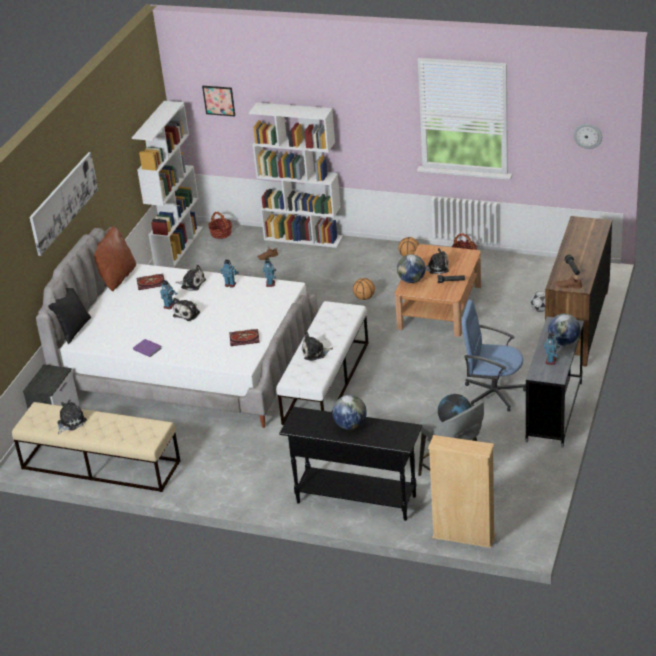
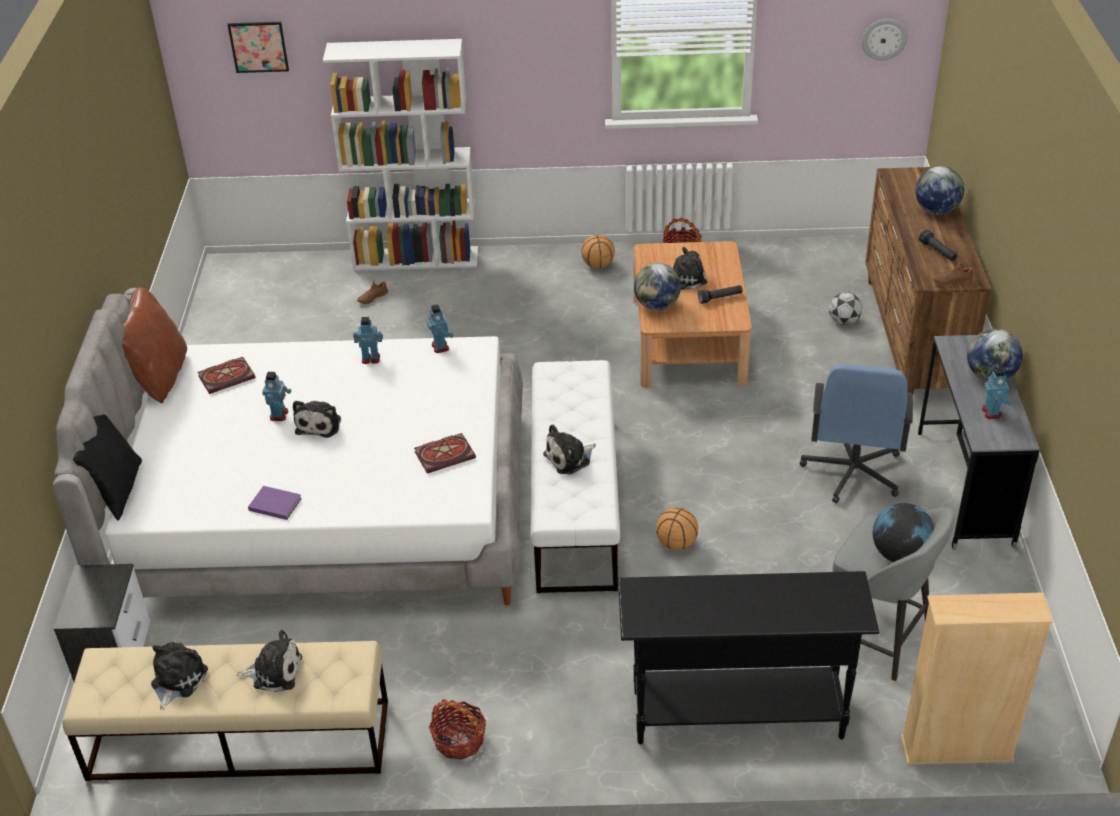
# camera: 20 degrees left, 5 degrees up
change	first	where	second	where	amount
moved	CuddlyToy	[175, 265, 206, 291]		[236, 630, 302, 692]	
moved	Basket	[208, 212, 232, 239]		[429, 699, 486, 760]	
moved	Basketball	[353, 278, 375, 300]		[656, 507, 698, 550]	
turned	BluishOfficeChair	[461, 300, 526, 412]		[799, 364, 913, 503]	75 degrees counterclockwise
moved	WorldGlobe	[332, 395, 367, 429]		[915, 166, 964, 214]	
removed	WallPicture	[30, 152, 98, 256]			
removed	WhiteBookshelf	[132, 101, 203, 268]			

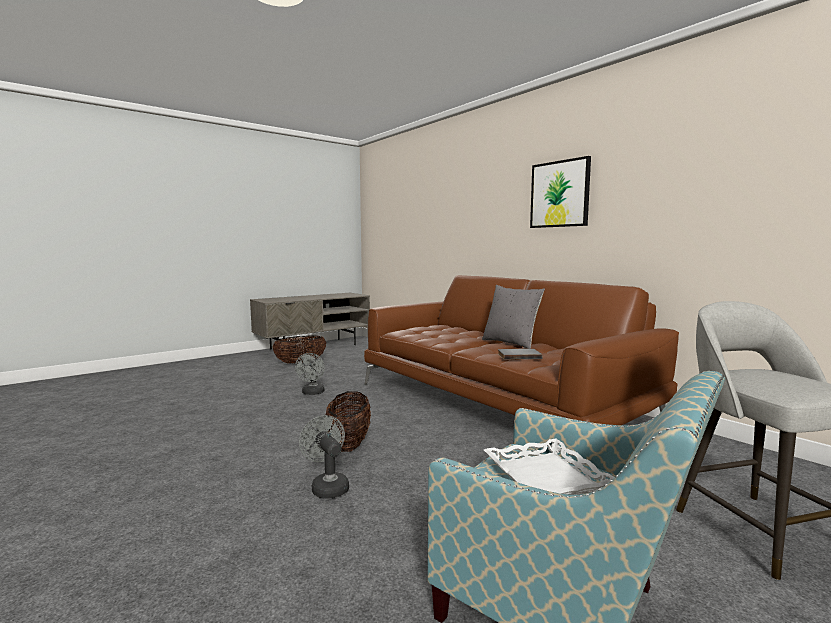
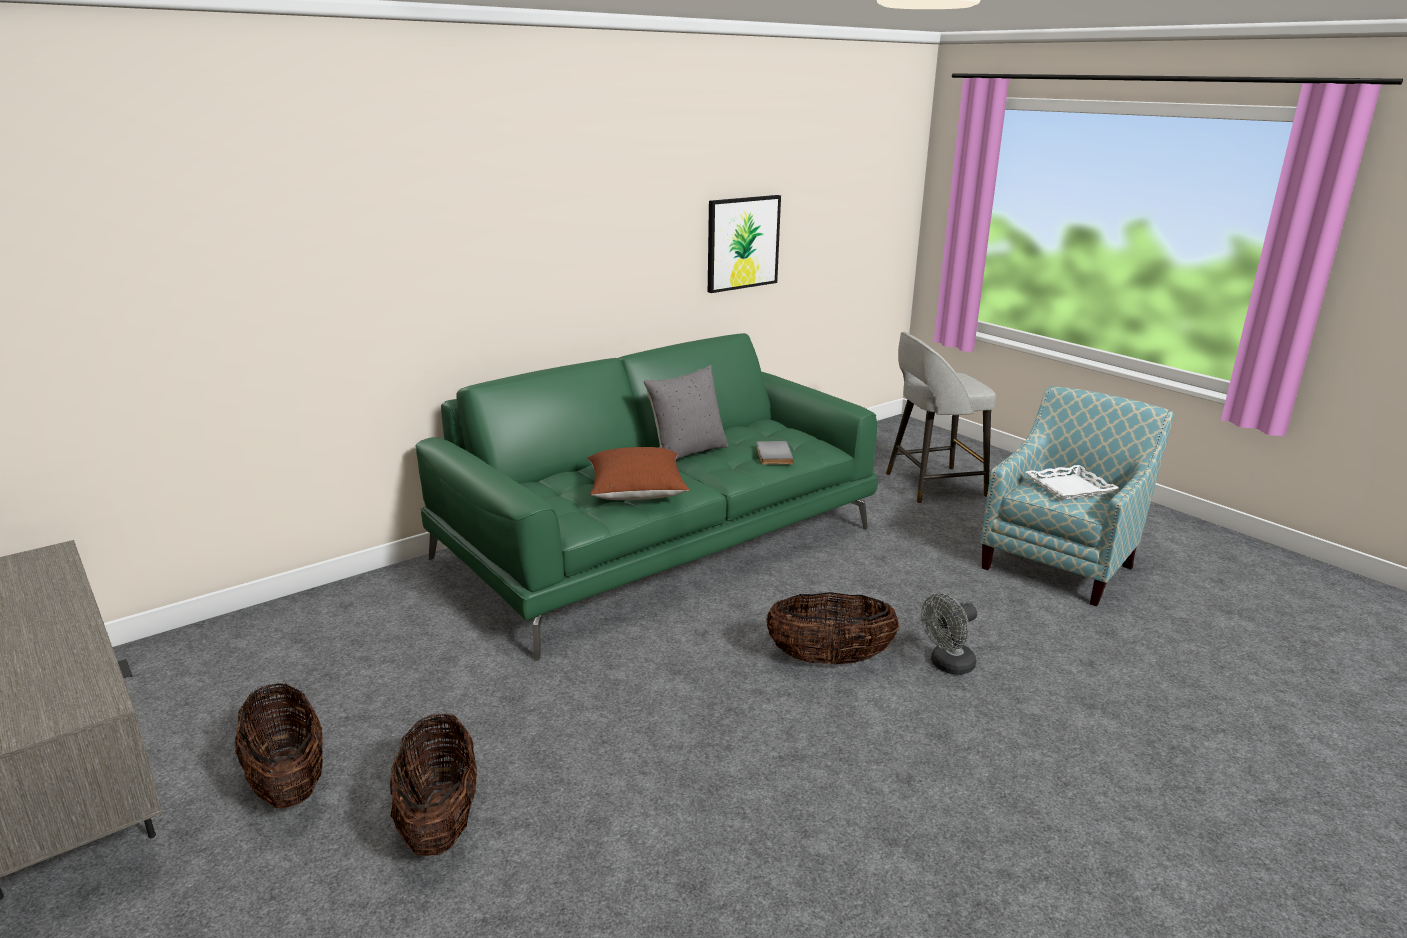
# camera: 90 degrees left, 15 degrees up
change	first	where	second	where	amount
added			Basket	[390, 714, 477, 856]	
recoloured	BrownColouredSettee	[364, 275, 679, 425]	GreenishSettee	[416, 333, 878, 661]	
added			BrownColouredThrowPillow	[588, 447, 689, 500]	
moved	WallPicture	[530, 156, 591, 228]		[708, 195, 781, 293]	
removed	GreyElectricFan	[295, 353, 325, 395]			

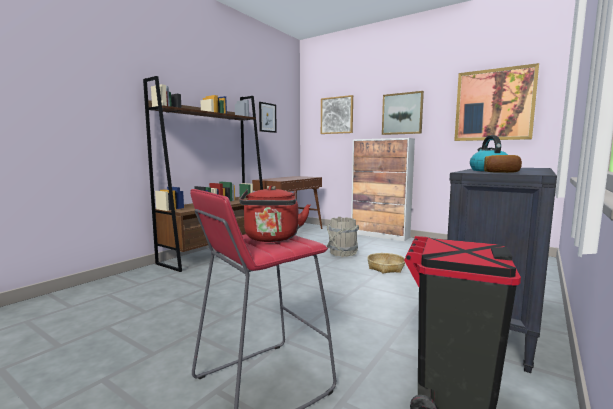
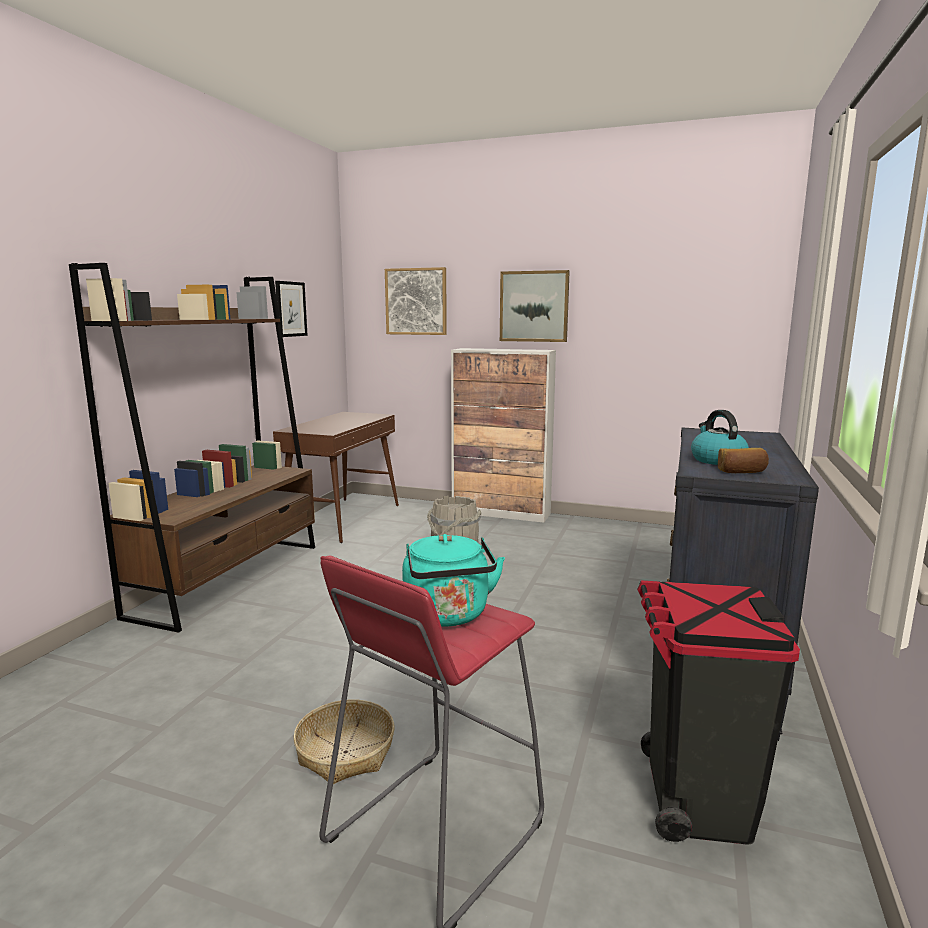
# camera: 15 degrees left, 5 degrees up
change	first	where	second	where	amount
moved	Basket	[367, 253, 405, 274]		[293, 699, 395, 784]	
recoloured	RedColouredWaterKettle	[239, 186, 311, 242]	TurquoiseWaterKettle	[402, 534, 505, 627]	
removed	WallPicture	[454, 63, 539, 141]			

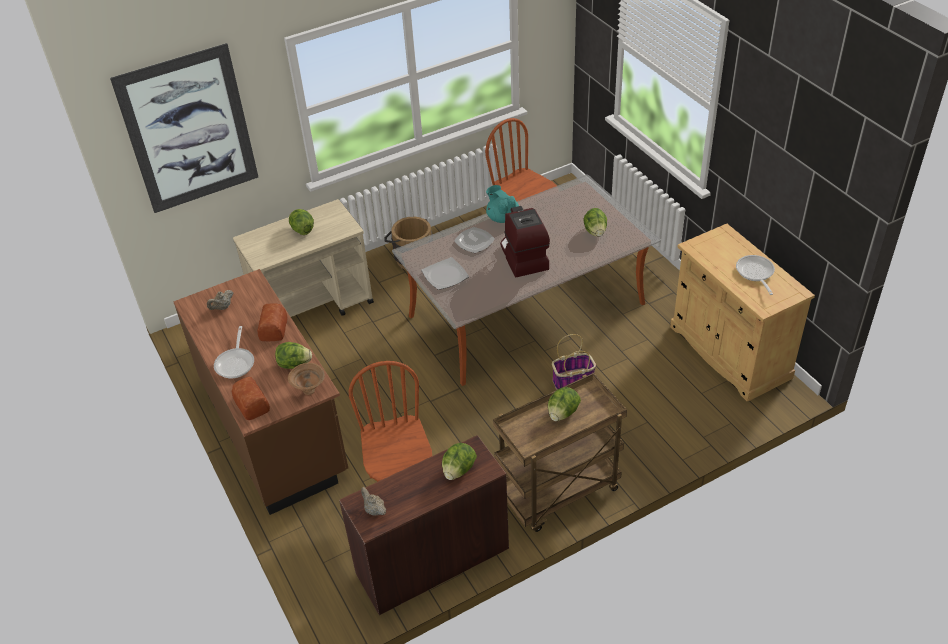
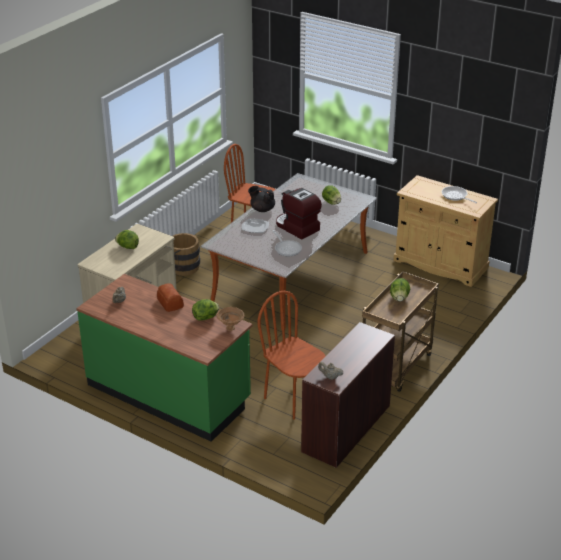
# camera: 30 degrees left, 10 degrees down
change	first	where	second	where	amount
recoloured	BrownColouredKitchenCounter	[174, 269, 348, 515]	GreenishKitchenCounter	[76, 274, 253, 442]	
recoloured	TurquoiseTeapot	[486, 185, 519, 223]	BlackishTeapot	[248, 186, 275, 212]	
moved	Skillet	[214, 326, 254, 379]		[273, 230, 302, 256]	
removed	WallPicture	[110, 43, 258, 213]			
removed	BakedBread	[232, 377, 270, 420]			
removed	Plate	[421, 257, 469, 290]			
removed	HeadOfLettuce	[442, 443, 477, 480]			
removed	Basket	[552, 334, 596, 389]			

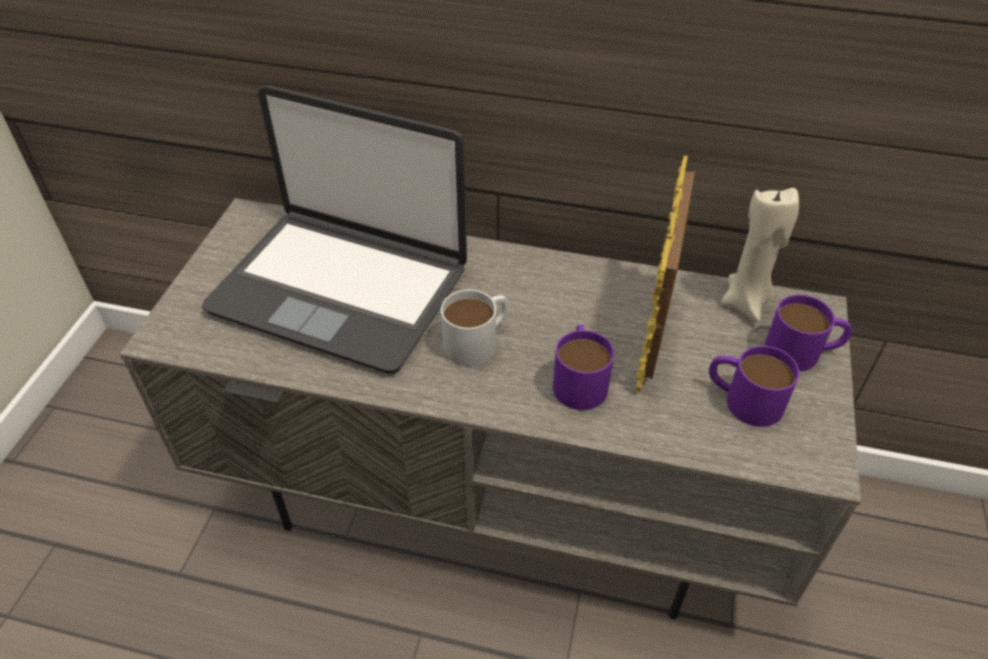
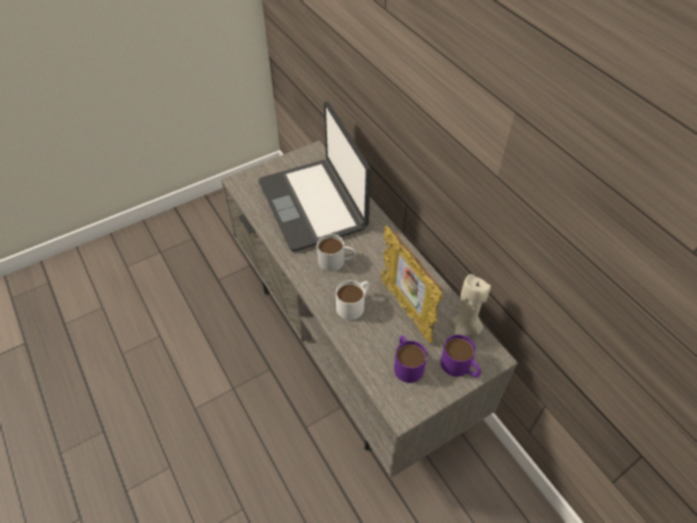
# camera: 45 degrees right, 5 degrees up
change	first	where	second	where	amount
recoloured	PurplishCoffeeMug	[553, 325, 614, 410]	WhiteCoffeeMug	[336, 280, 369, 320]	
turned	PhotoFrame	[636, 156, 695, 392]		[381, 226, 443, 344]	90 degrees counterclockwise

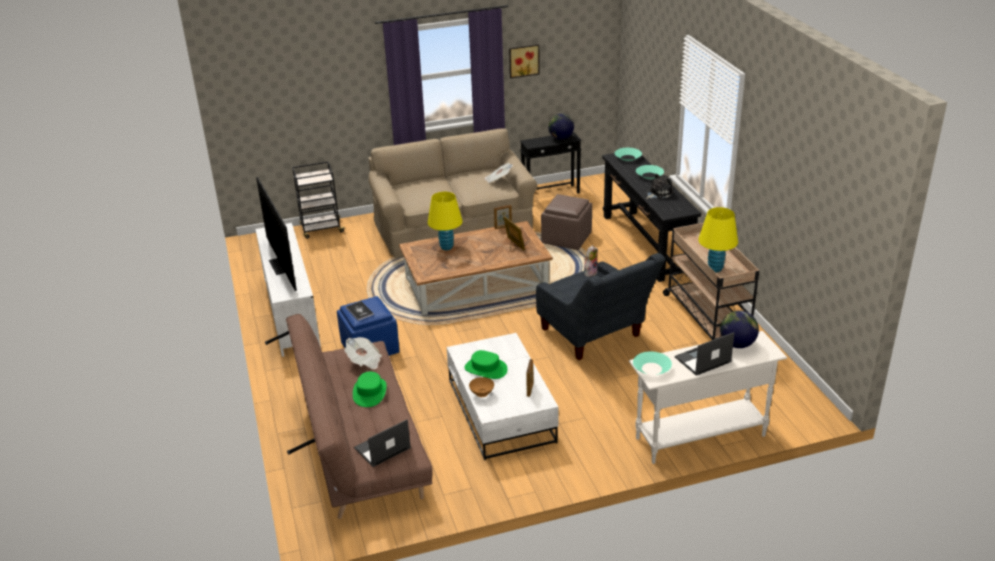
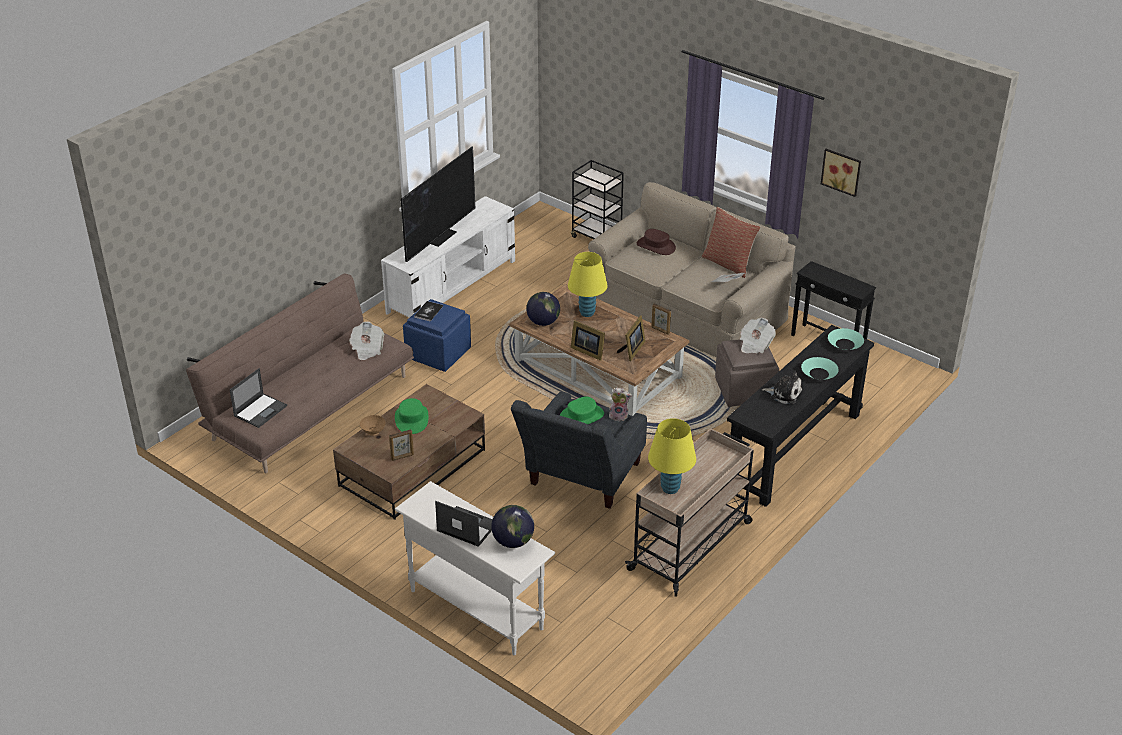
# camera: 55 degrees right, 5 degrees up
change	first	where	second	where	amount
turned	PortableComputer	[354, 419, 411, 467]		[230, 368, 287, 428]	105 degrees clockwise
recoloured	WhiteLoungeTable	[447, 333, 558, 460]	BrownColouredLoungeTable	[333, 384, 485, 520]	
moved	WorldGlobe	[548, 113, 574, 140]		[526, 292, 560, 326]	
moved	GreenishClothingHat	[353, 372, 387, 407]		[560, 396, 604, 424]	
added			PhotoFrame	[571, 320, 605, 361]	
added			BrownColouredClothingHat	[637, 229, 676, 255]	
added			ThrowPillow	[702, 207, 761, 278]	
added			PrintedPaper	[740, 318, 776, 354]	
removed	TurquoiseBowl	[633, 351, 672, 375]			

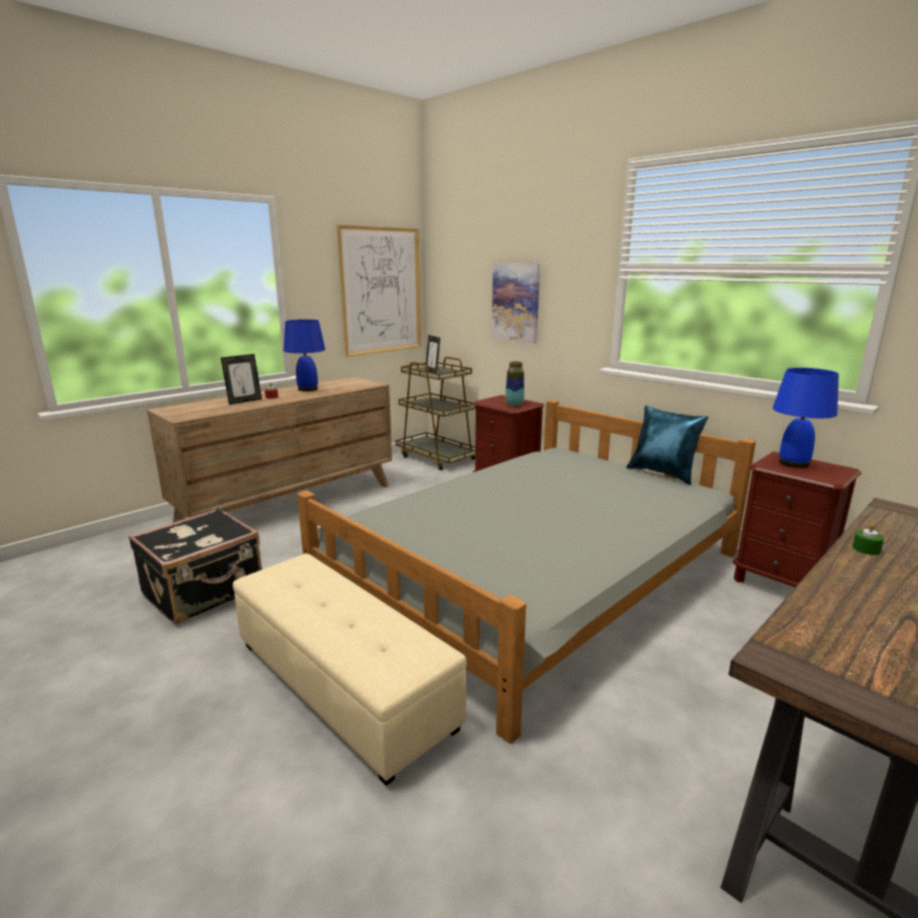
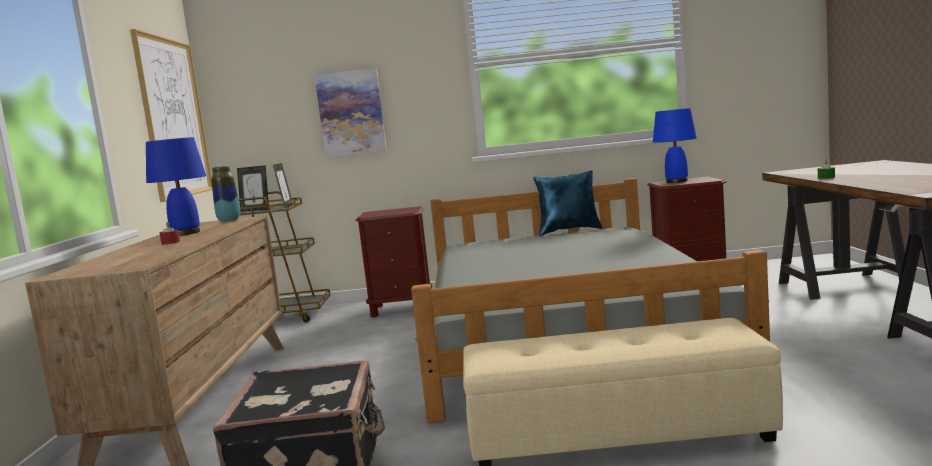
# camera: 45 degrees left, 10 degrees down
change	first	where	second	where	amount
moved	DecorativeVase	[505, 361, 524, 406]		[211, 166, 240, 222]	
moved	PhotoFrame	[221, 354, 262, 405]		[273, 163, 293, 208]	

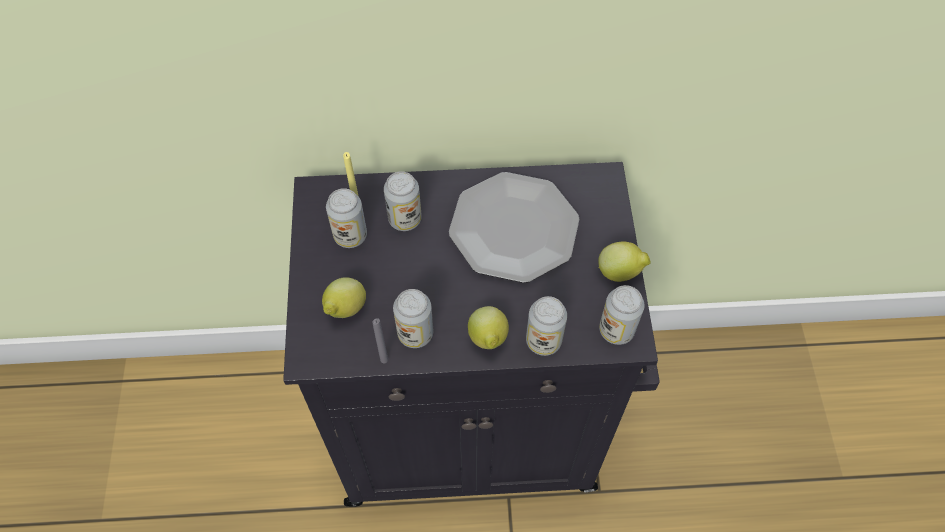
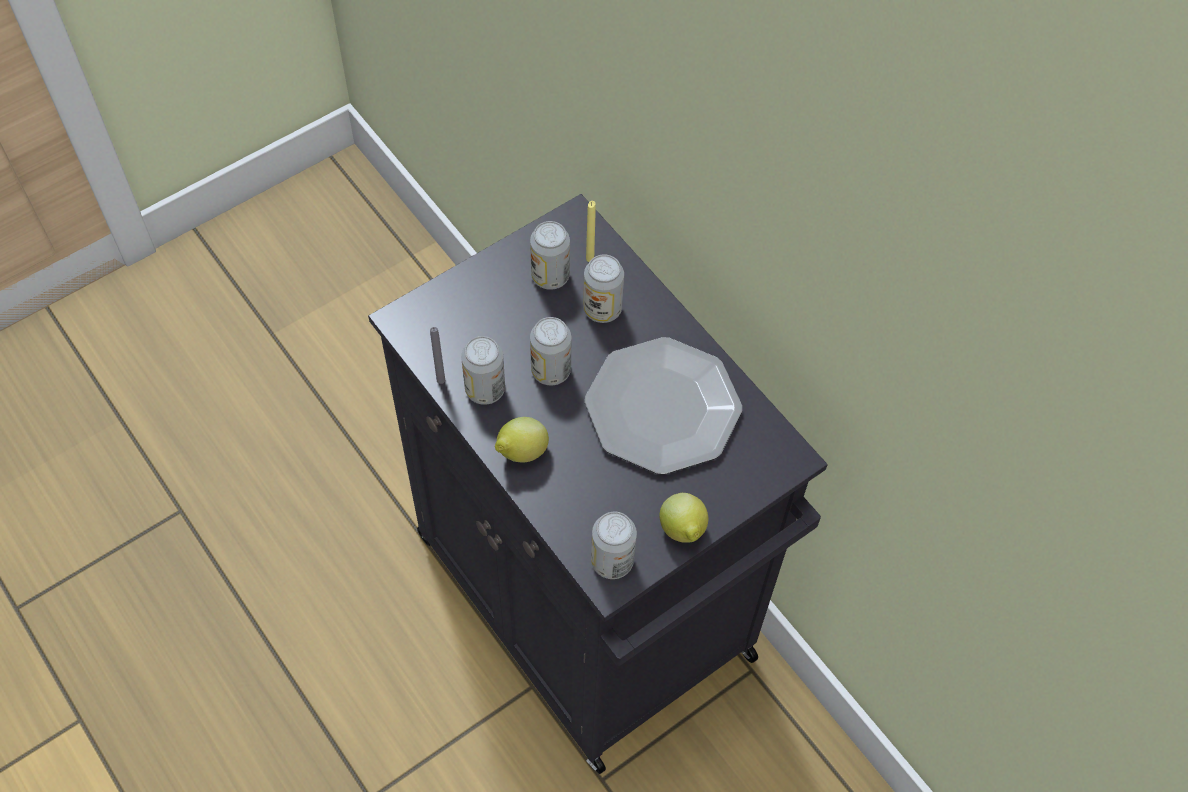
# camera: 55 degrees right, 0 degrees up
change	first	where	second	where	amount
moved	MetalCan	[526, 296, 567, 356]		[530, 317, 571, 385]	
removed	CitrusFruit	[322, 277, 366, 318]			

